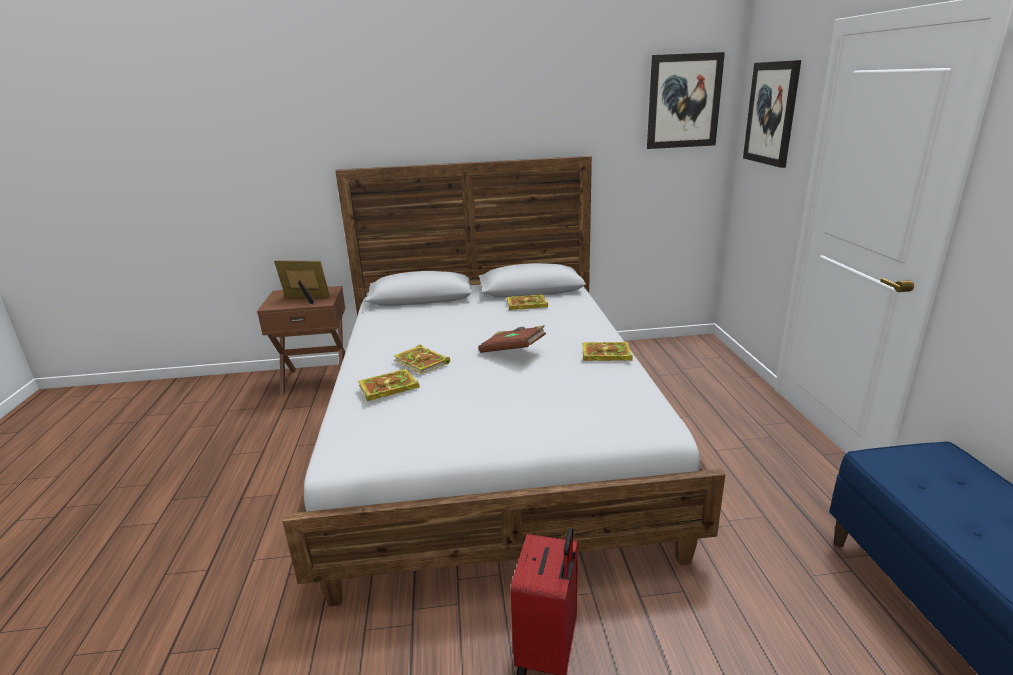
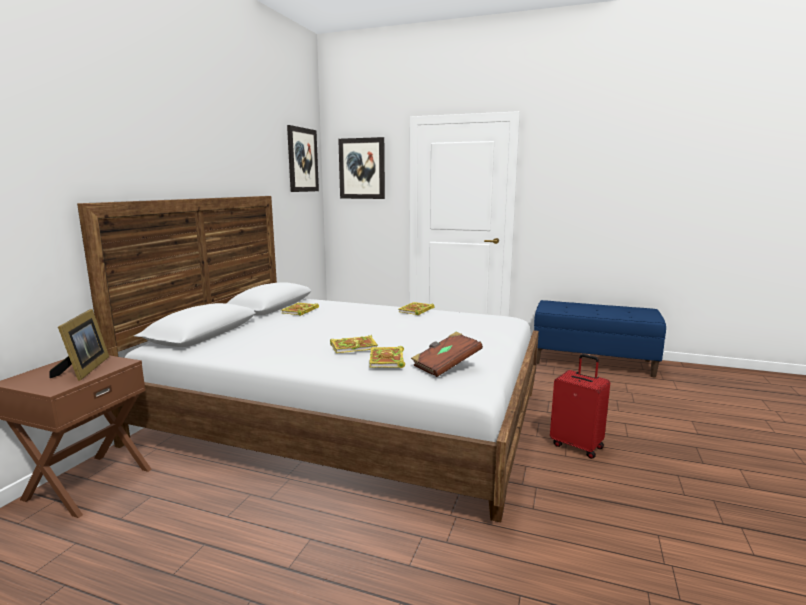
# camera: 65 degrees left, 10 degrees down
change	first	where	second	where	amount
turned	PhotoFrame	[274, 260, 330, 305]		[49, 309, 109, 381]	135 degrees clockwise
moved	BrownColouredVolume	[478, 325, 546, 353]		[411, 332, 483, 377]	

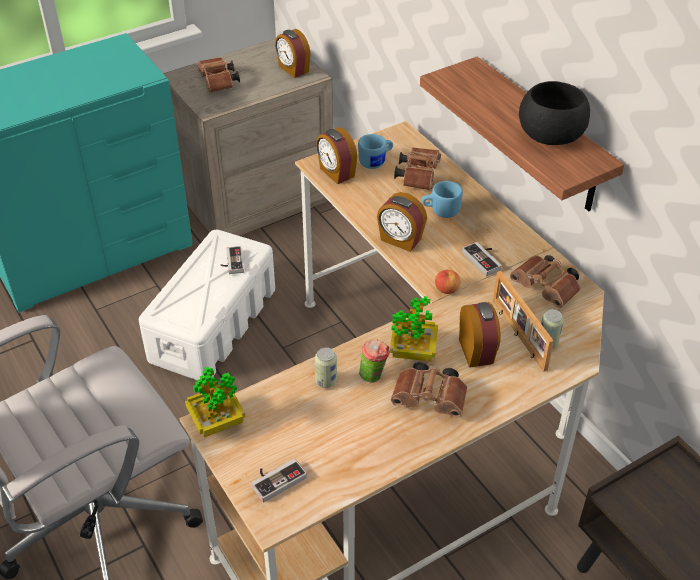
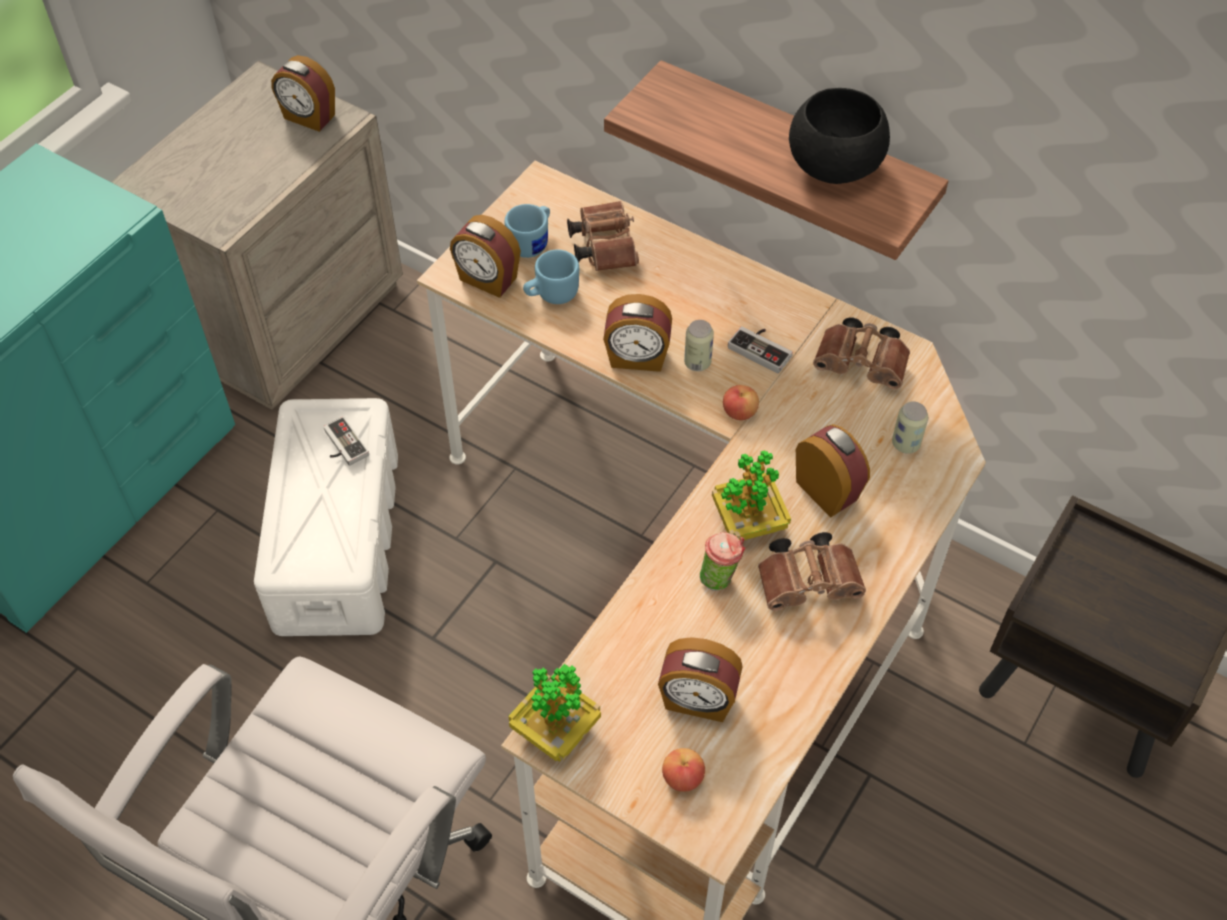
# camera: 25 degrees left, 10 degrees up
change	first	where	second	where	amount
moved	BluishCoffeeMug	[422, 181, 463, 218]		[523, 250, 579, 304]	
added			BedsideClock	[658, 637, 743, 722]	
replaced	Joypad	[251, 459, 307, 502]	WholeApple	[662, 748, 705, 792]	
moved	MetalCan	[315, 347, 337, 388]		[684, 320, 714, 371]	
removed	BrownColouredFieldGlasses	[197, 57, 240, 93]			
removed	PhotoFrame	[493, 271, 554, 372]			

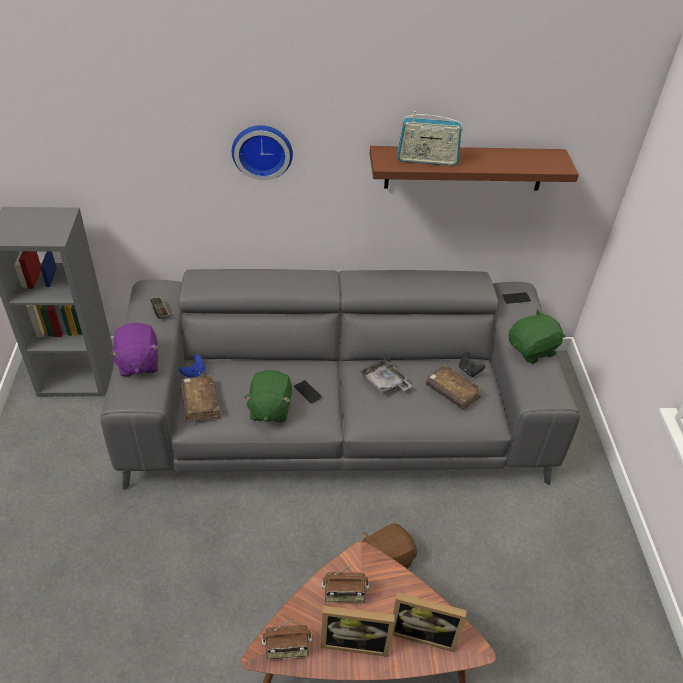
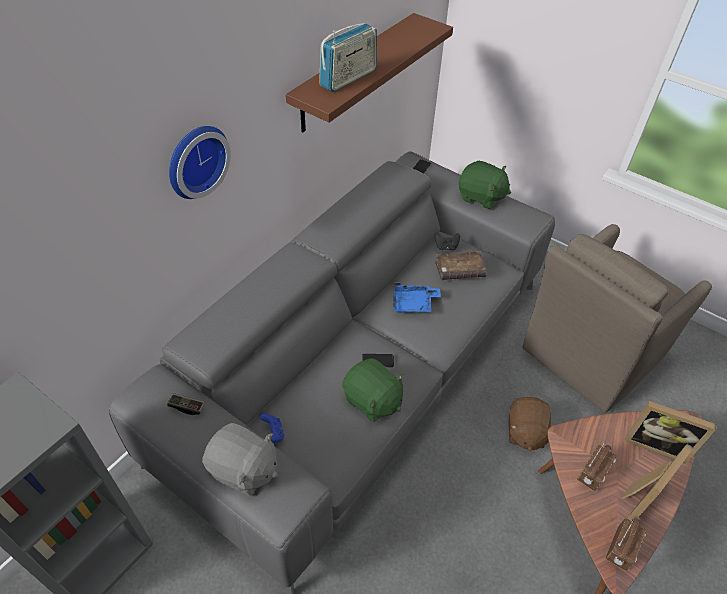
# camera: 50 degrees left, 5 degrees up
change	first	where	second	where	amount
recoloured	PurplishCuddlyToy	[110, 323, 159, 377]	GreyCuddlyToy	[202, 423, 277, 496]	
recoloured	GreyTray	[359, 357, 412, 393]	BluishTray	[393, 282, 441, 313]	
turned	GreenishCuddlyToy	[509, 309, 566, 364]		[459, 161, 511, 209]	105 degrees clockwise
added			BrownColouredLoungeChair	[522, 224, 712, 413]	
turned	PhotoFrame	[393, 592, 468, 652]		[624, 401, 716, 464]	60 degrees clockwise
removed	BrownColouredVolume	[180, 375, 220, 421]			

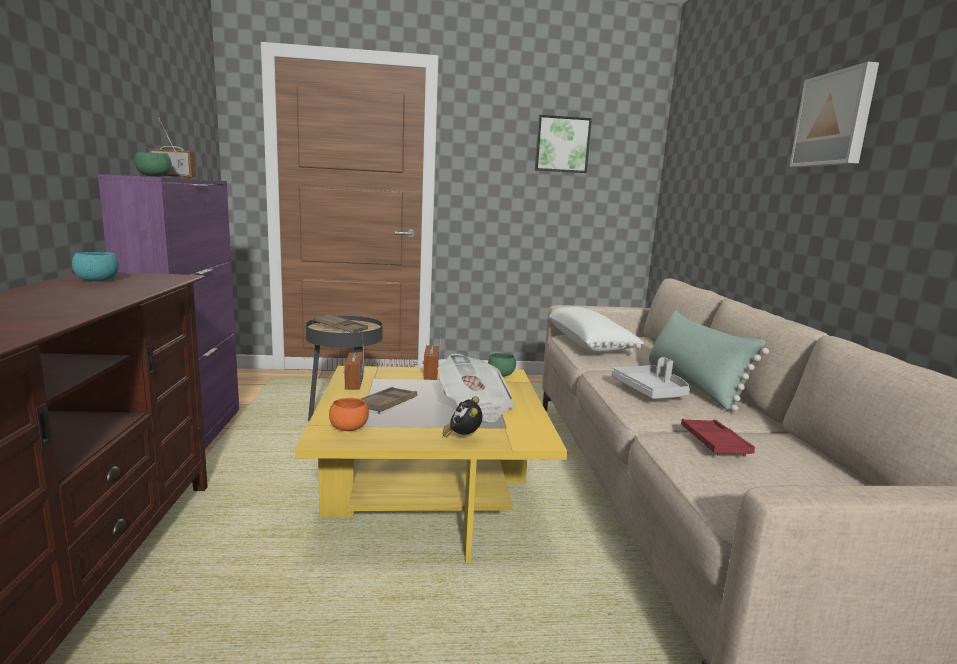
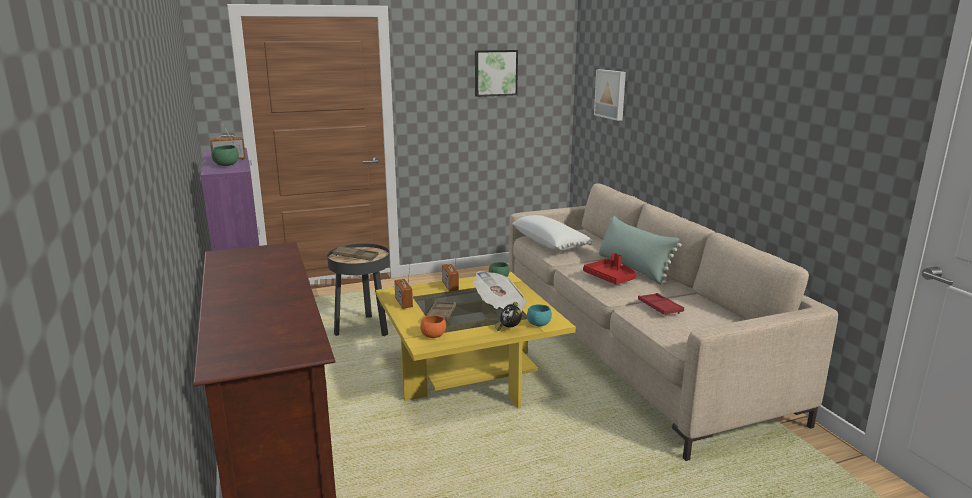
# camera: 15 degrees left, 5 degrees up
change	first	where	second	where	amount
moved	TurquoiseBowl	[72, 252, 119, 281]		[527, 304, 552, 326]	
recoloured	GreyTray	[612, 357, 690, 399]	RedColouredTray	[583, 253, 636, 284]	
moved	WallPicture	[789, 62, 879, 167]		[594, 69, 626, 121]	

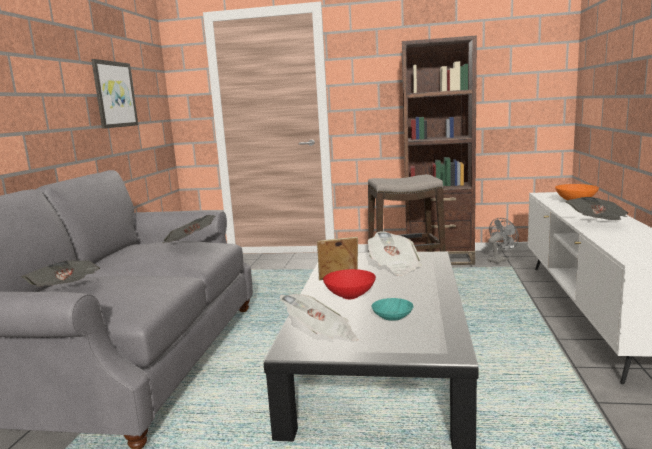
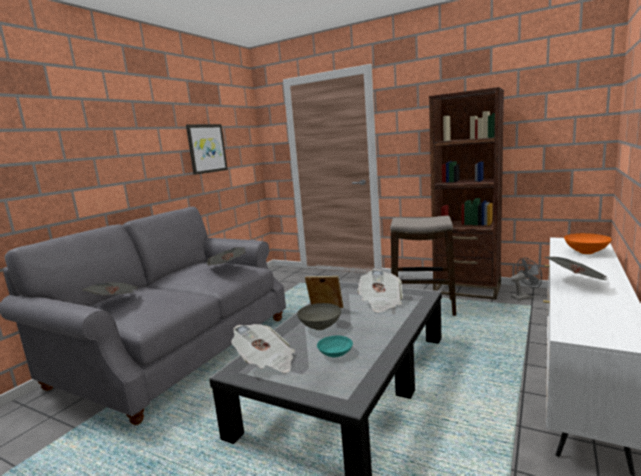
# camera: 20 degrees right, 0 degrees up
change	first	where	second	where	amount
recoloured	RedColouredBowl	[323, 269, 376, 299]	GreyBowl	[297, 303, 341, 330]	

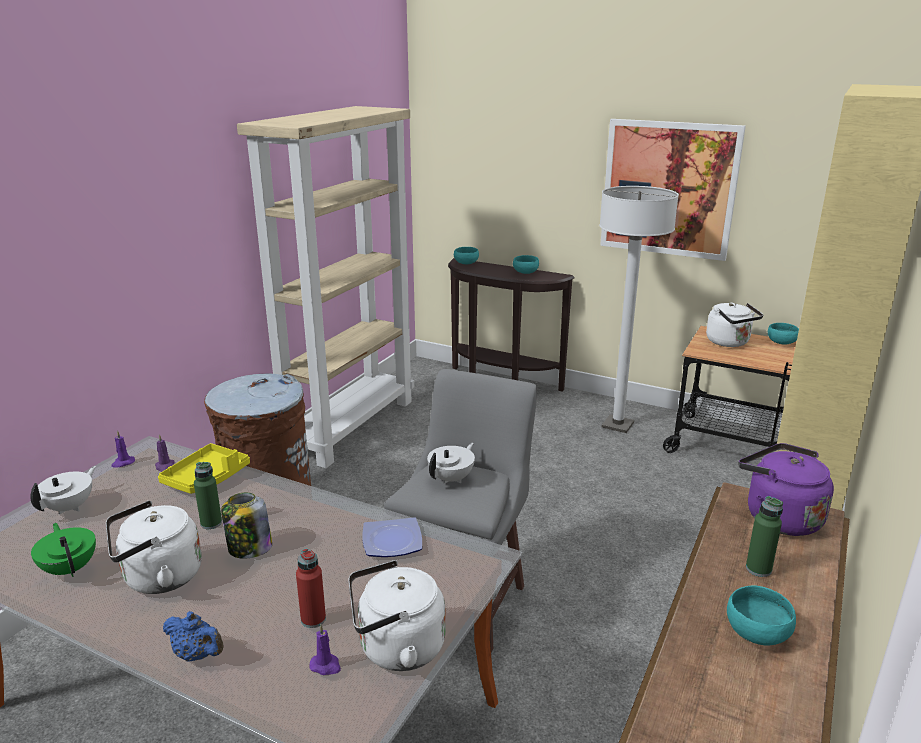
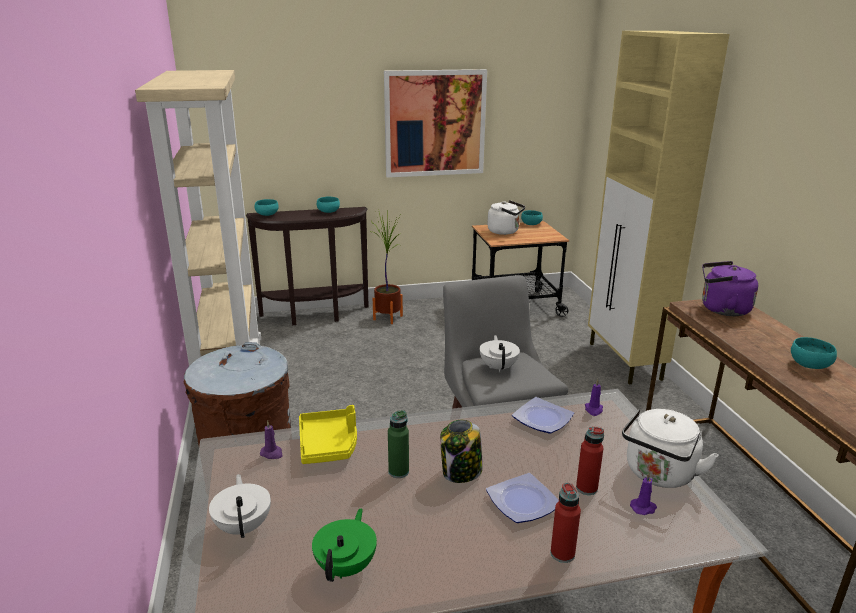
# camera: 40 degrees left, 0 degrees up
change	first	where	second	where	amount
turned	GreenishTeapot	[31, 523, 96, 577]		[312, 508, 377, 582]	90 degrees clockwise
added			Houseplant	[369, 209, 403, 324]	
added			Plate	[486, 473, 559, 523]	
replaced	BluishTeapot	[163, 611, 224, 662]	RedColouredBeverageBottle	[551, 483, 581, 563]	
moved	PurplishWaxCandle	[111, 431, 135, 468]		[585, 379, 603, 416]	
removed	WhiteWaterKettle	[106, 501, 202, 594]			
removed	WhiteStandingLamp	[599, 186, 679, 433]			
removed	GreenishBeverageBottle	[746, 496, 783, 577]			

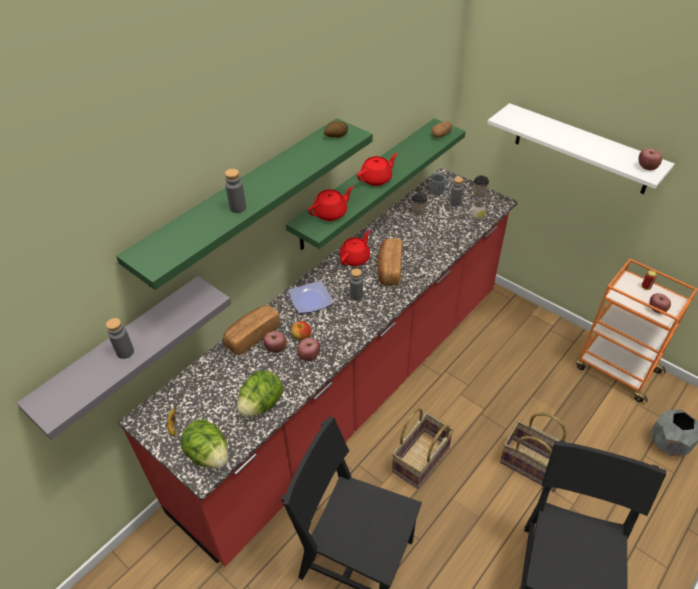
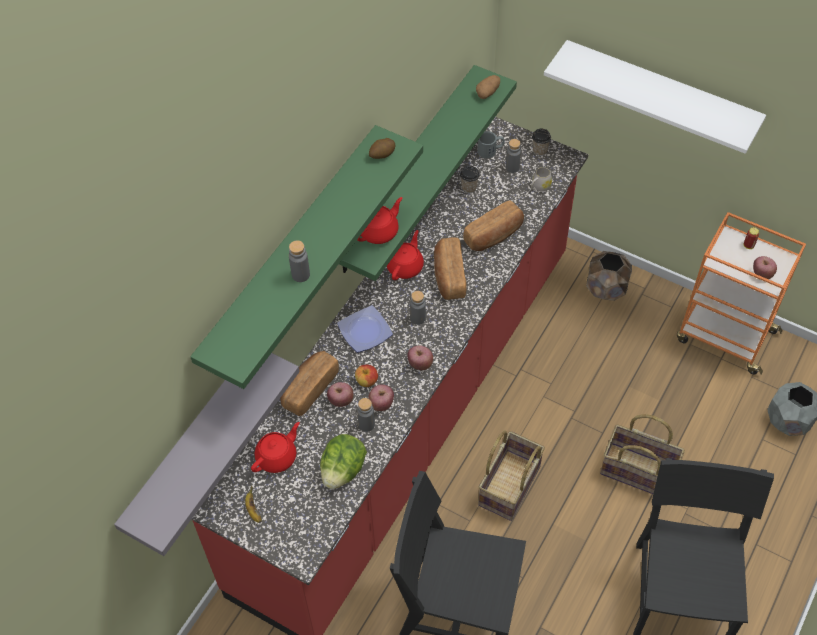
# camera: 10 degrees left, 10 degrees up
change	first	where	second	where	amount
moved	RedColouredTeapot	[357, 153, 398, 186]		[251, 422, 300, 473]	
moved	GreyBeverageBottle	[106, 318, 134, 359]		[357, 398, 375, 432]	
moved	WholeApple	[639, 149, 662, 170]		[407, 346, 433, 370]	
added			BakedBread	[463, 200, 524, 251]	
added			BrownColouredPlanter	[586, 251, 632, 301]	
removed	HeadOfLettuce	[181, 419, 228, 468]			

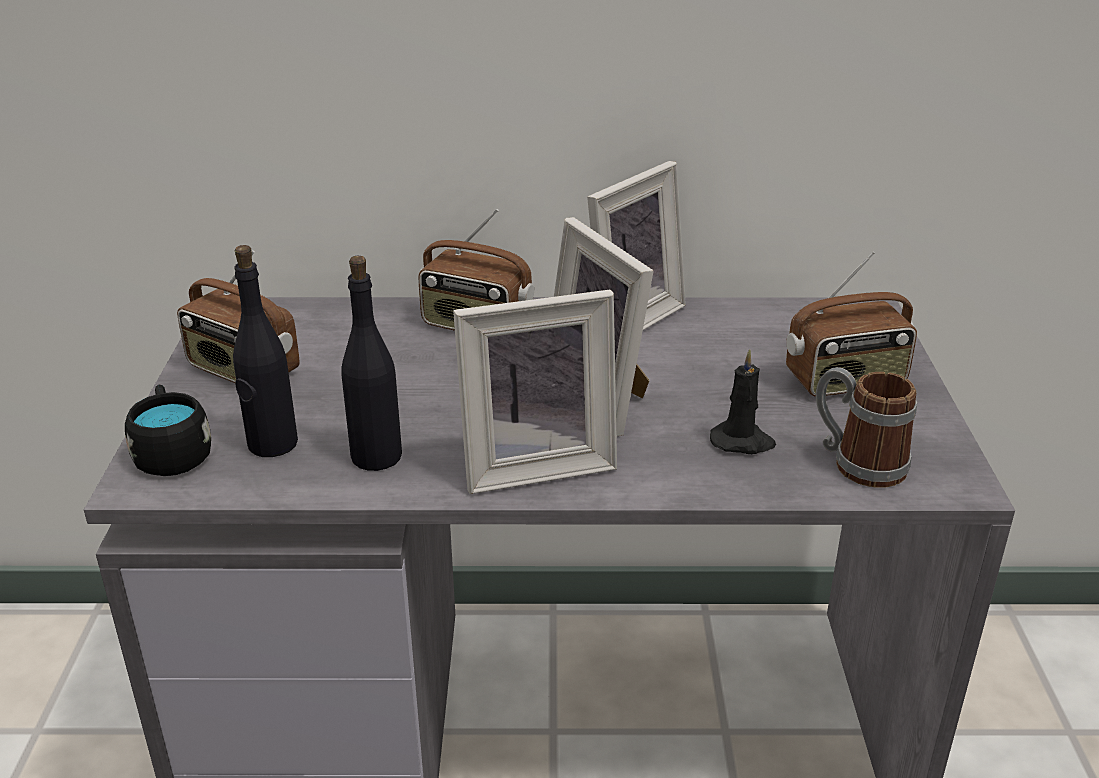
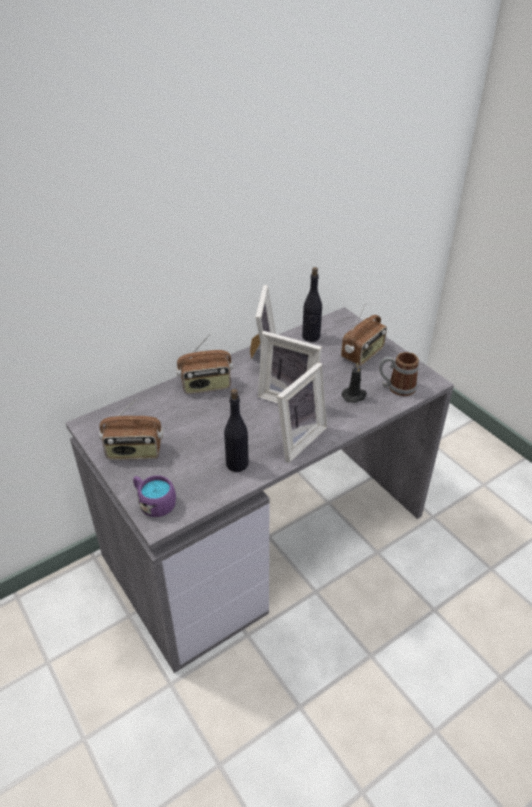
# camera: 35 degrees left, 10 degrees up
change	first	where	second	where	amount
recoloured	BlackishCoffeeMug	[125, 385, 211, 476]	PurplishCoffeeMug	[133, 476, 176, 517]	
moved	BlackishBeverageBottle	[233, 245, 298, 457]		[302, 267, 322, 342]	

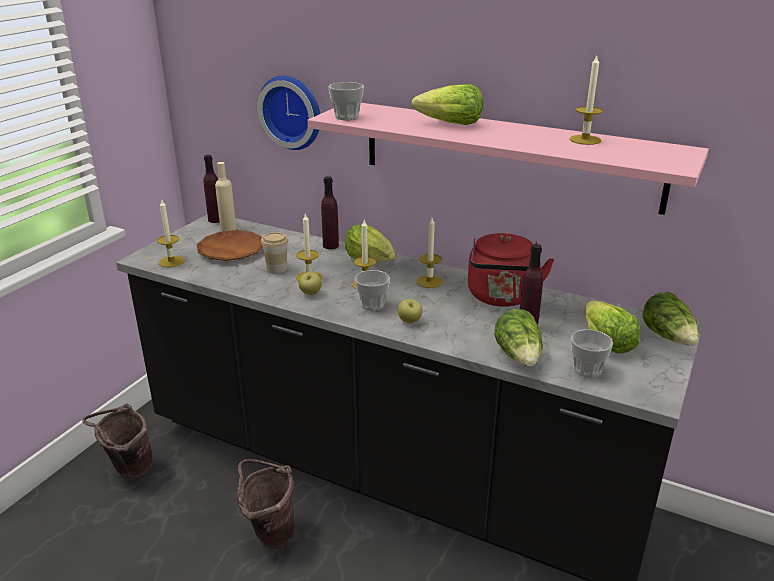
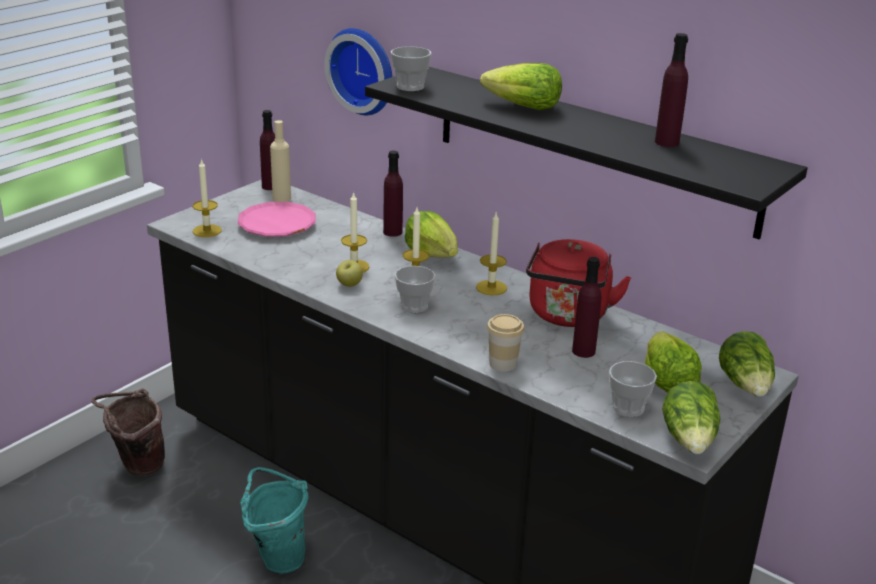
# camera: 10 degrees right, 0 degrees up
change	first	where	second	where	amount
recoloured	BrownColouredPlate	[197, 230, 263, 261]	PinkPlate	[237, 202, 316, 237]	
recoloured	BrownColouredBucket	[236, 459, 295, 548]	TurquoiseBucket	[240, 467, 309, 574]	
recoloured	PinkShelf	[308, 103, 709, 215]	BlackishShelf	[365, 67, 808, 240]	
moved	Cup	[261, 232, 288, 274]		[487, 314, 524, 372]	
replaced	WaxCandle	[570, 56, 603, 145]	PurplishBeverageBottle	[655, 33, 688, 147]	
moved	HeadOfLettuce	[494, 309, 543, 366]		[662, 381, 721, 454]	
removed	WholeApple	[398, 299, 422, 323]			

